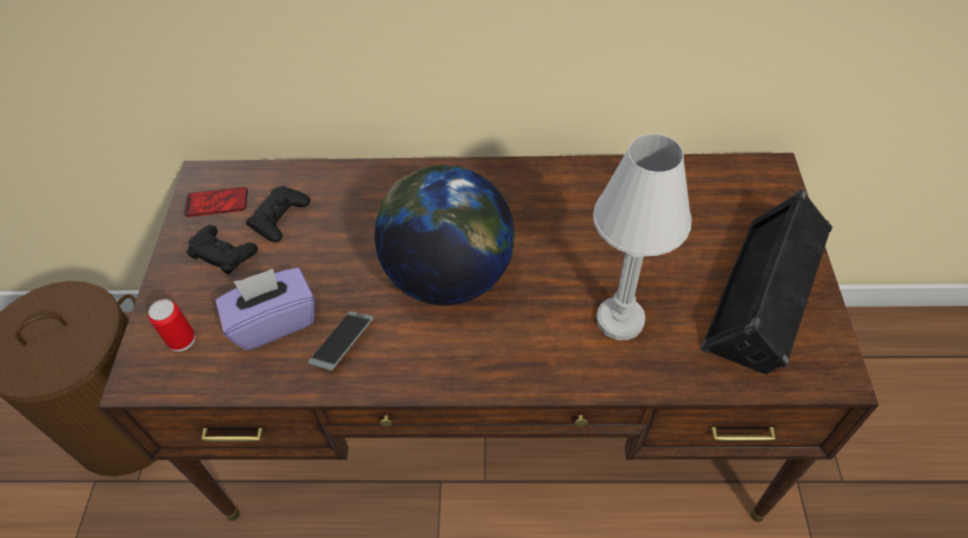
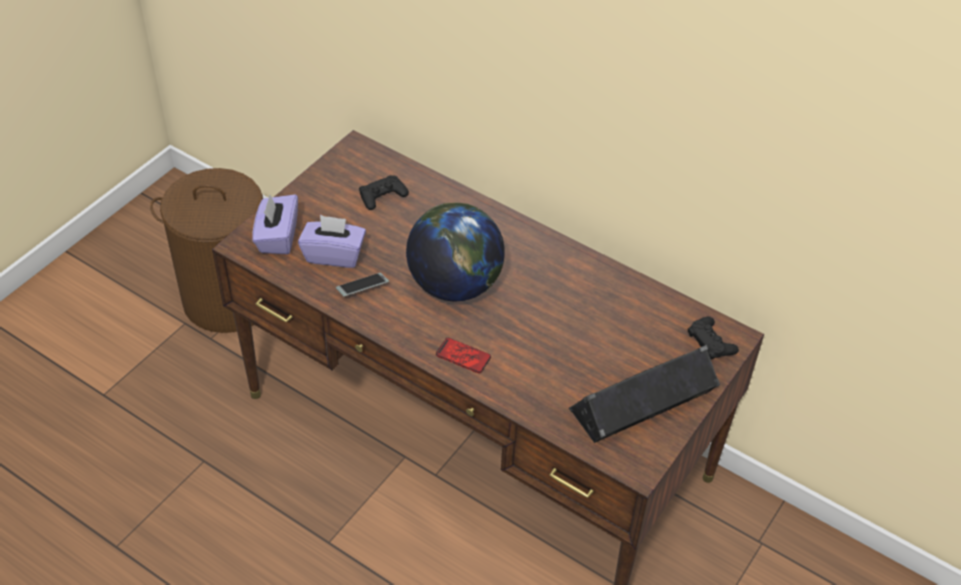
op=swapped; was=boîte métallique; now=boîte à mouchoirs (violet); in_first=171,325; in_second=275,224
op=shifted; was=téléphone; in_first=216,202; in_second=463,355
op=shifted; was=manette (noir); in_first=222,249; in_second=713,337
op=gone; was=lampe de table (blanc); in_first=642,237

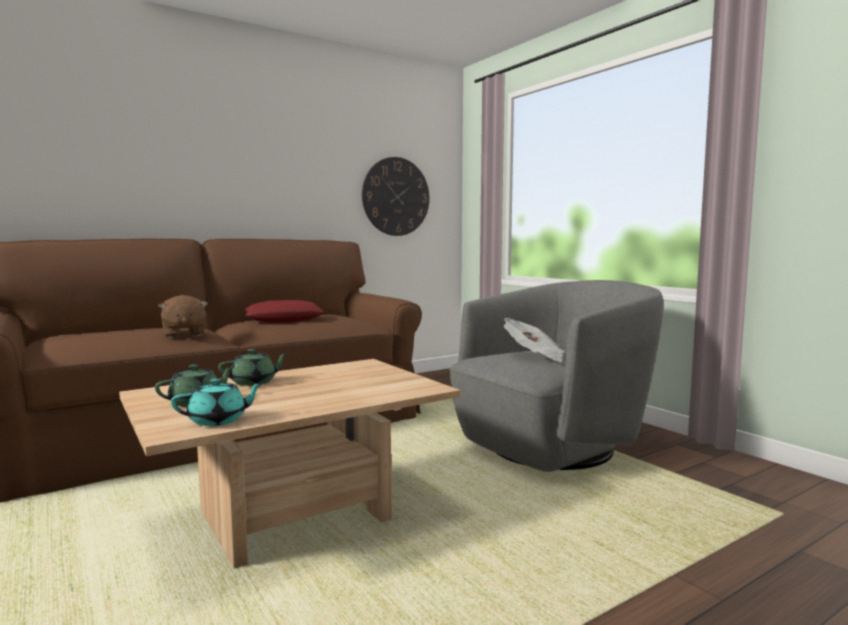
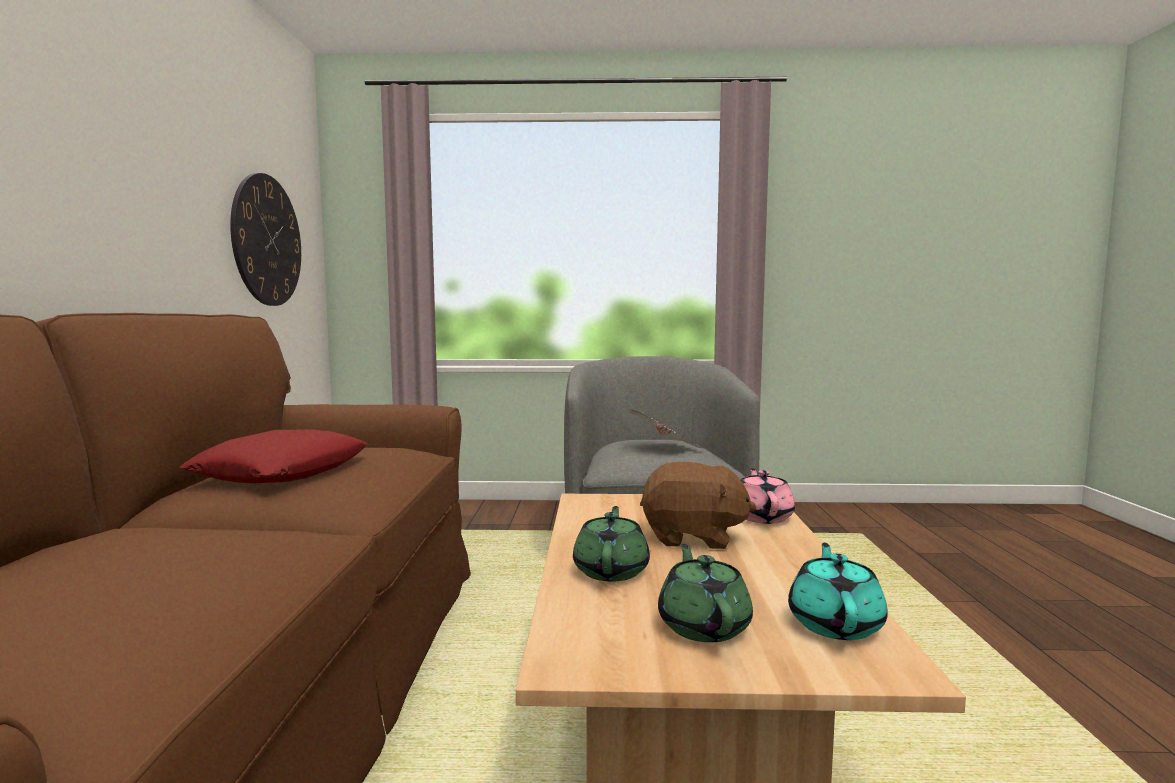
op=shifted; was=peluche (marron); in_first=183,316; in_second=698,505
op=new; now=théière (rose); in_second=768,496

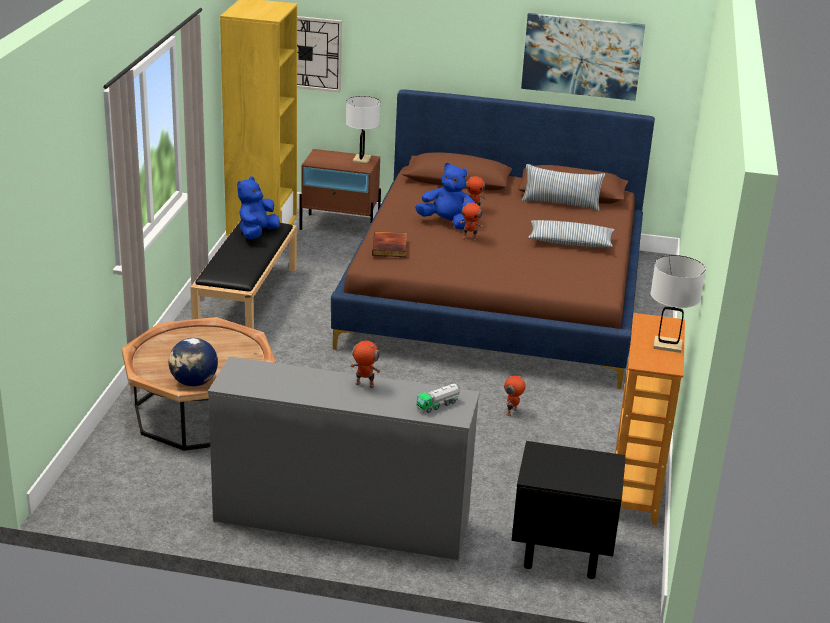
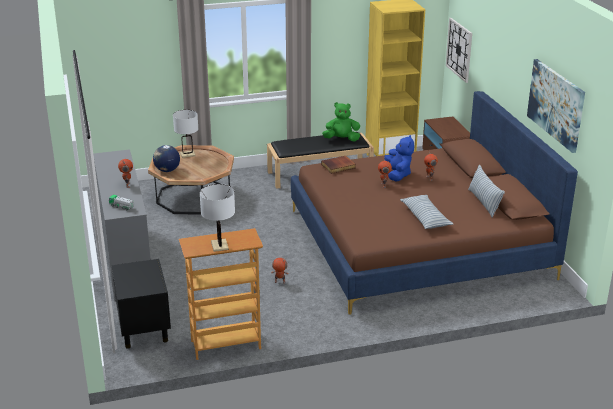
op=repainted; was=peluche (bleu); now=peluche (vert); in_first=258,208; in_second=341,121
op=shifted; was=lampe de table (blanc); in_first=363,130; in_second=185,134

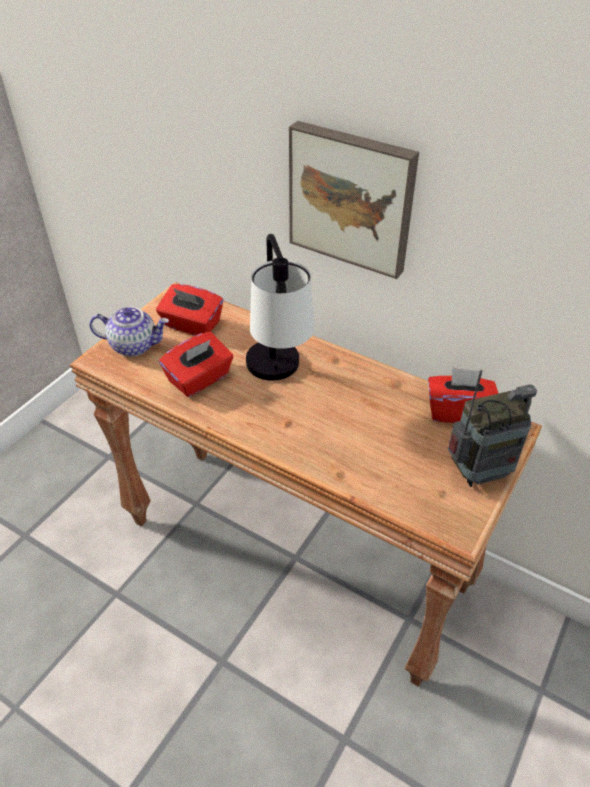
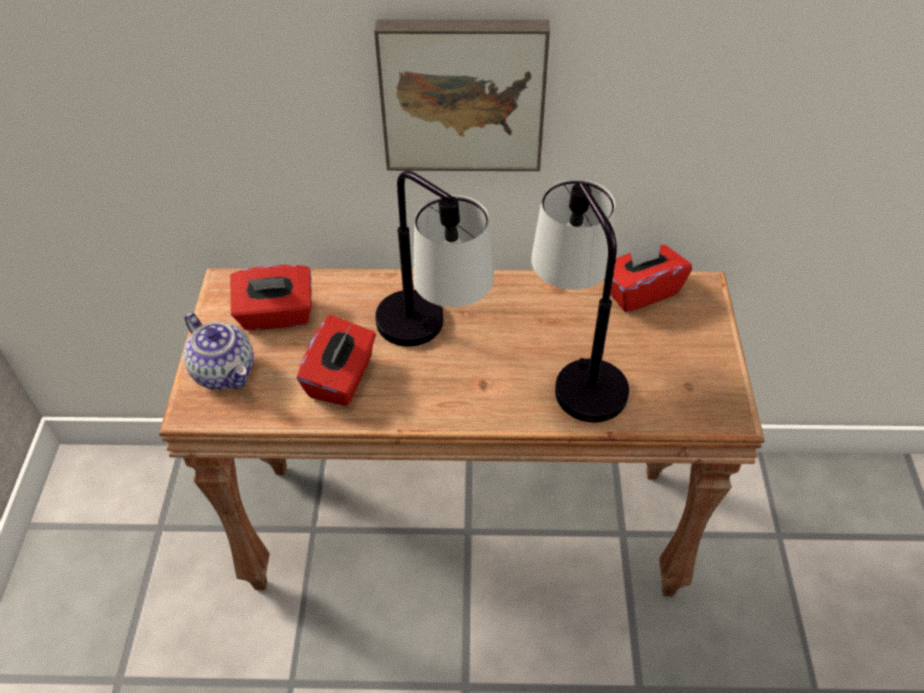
op=rotated; was=théière; in_first=129,331; in_second=219,351; clockwise=75
op=gone; was=radio; in_first=492,428
op=new; now=lampe de table; in_second=580,300

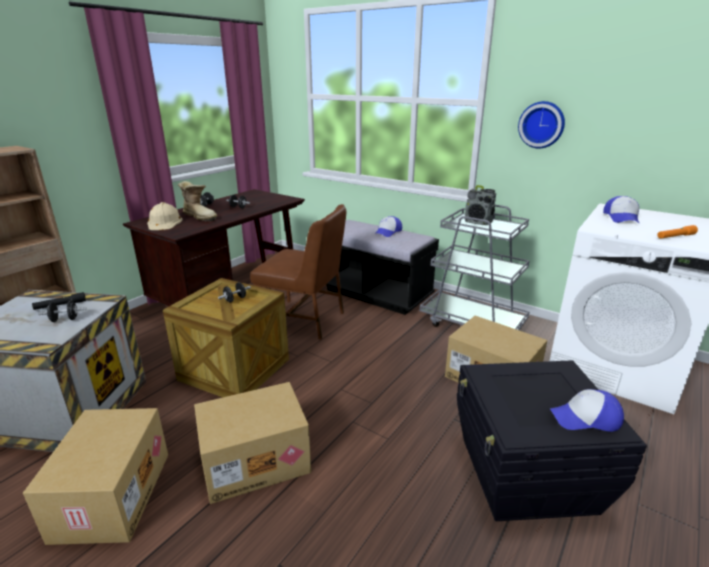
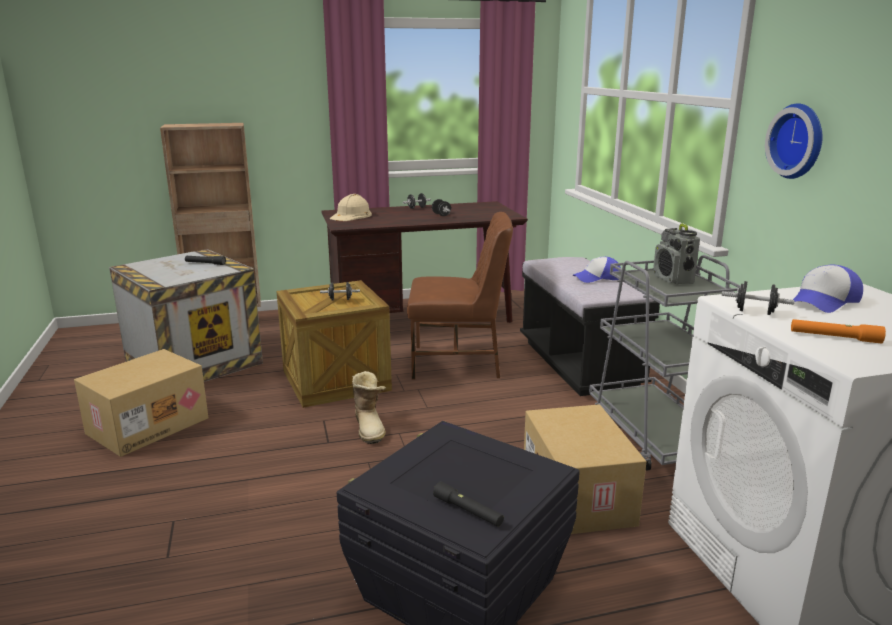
op=shifted; was=haltère (noir); in_first=62,311; in_second=758,298
op=shifted; was=botte; in_first=197,201; in_second=369,407
op=gone; was=carton; in_first=252,443
op=rotated; was=chaise (marron); in_first=298,272; in_second=460,295; clockwise=-60
op=swapped; was=casquette; now=lampe de poche (noir); in_first=587,410; in_second=468,504

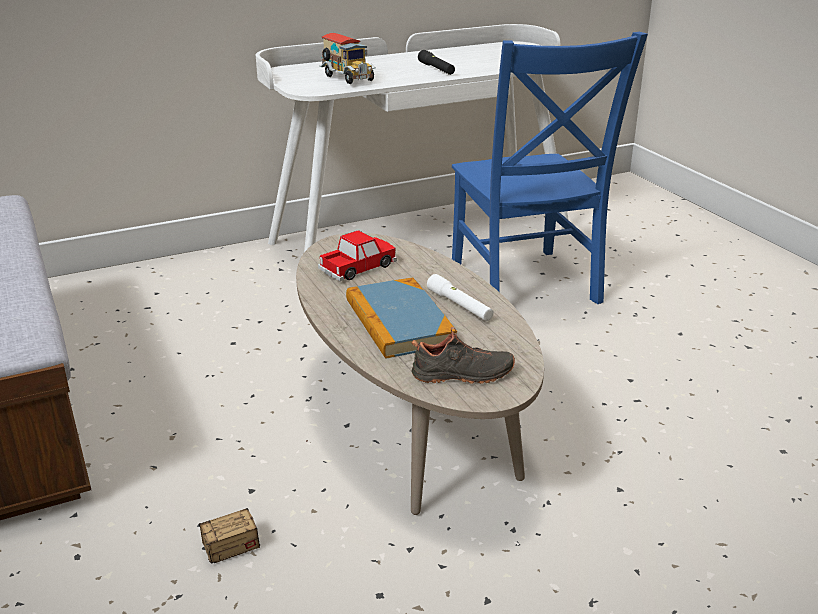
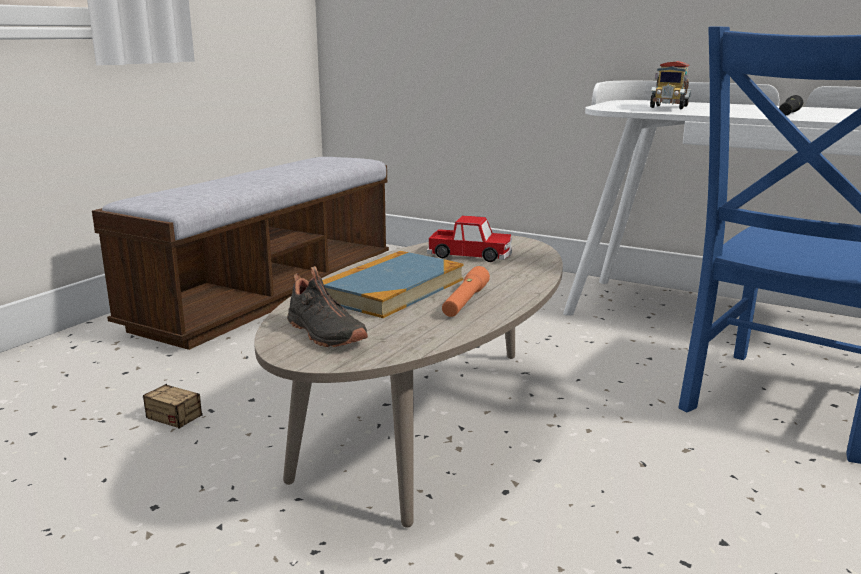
op=repainted; was=lampe de poche (blanc); now=lampe de poche (orange); in_first=460,297; in_second=466,291

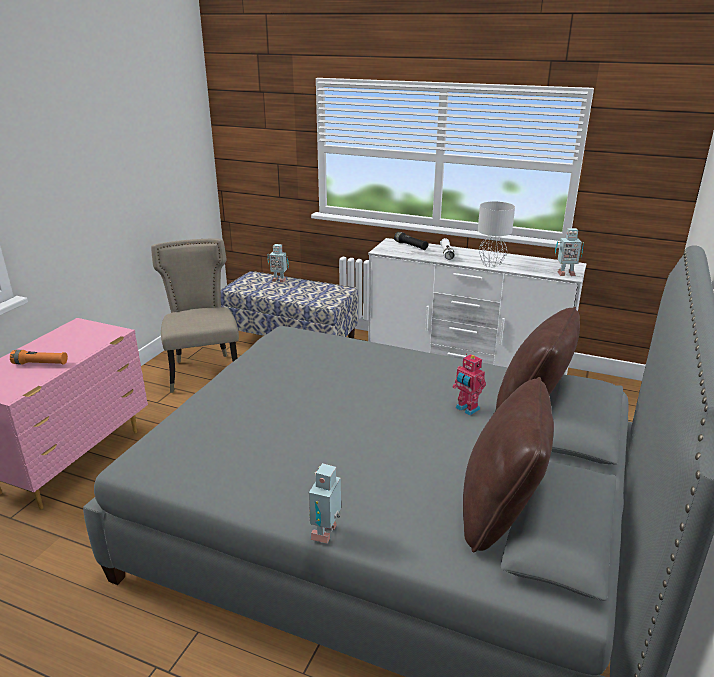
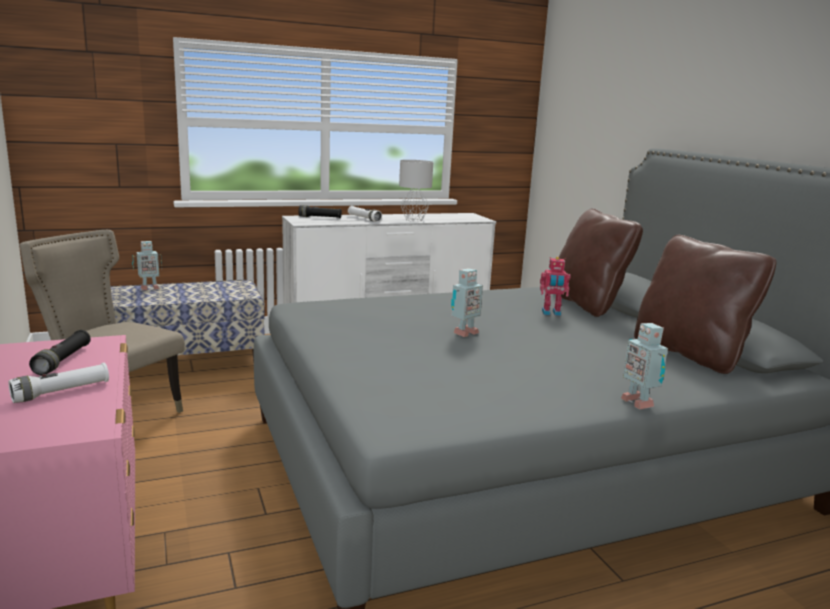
op=repainted; was=lampe de poche (orange); now=lampe de poche (blanc); in_first=39,357; in_second=58,383
op=shifted; was=robot jouet; in_first=569,252; in_second=467,302
op=new; now=lampe de poche (noir); in_second=60,352

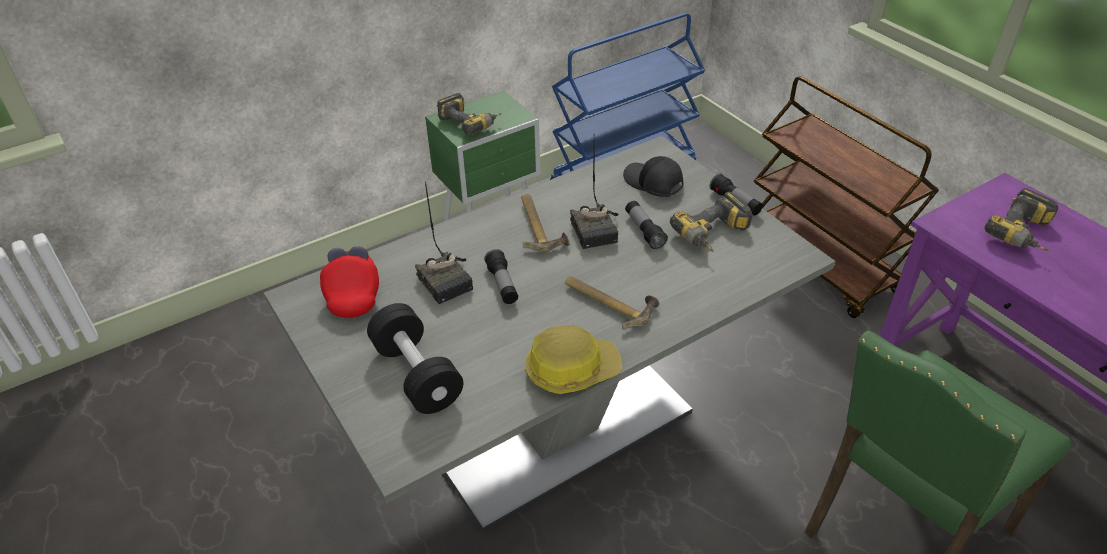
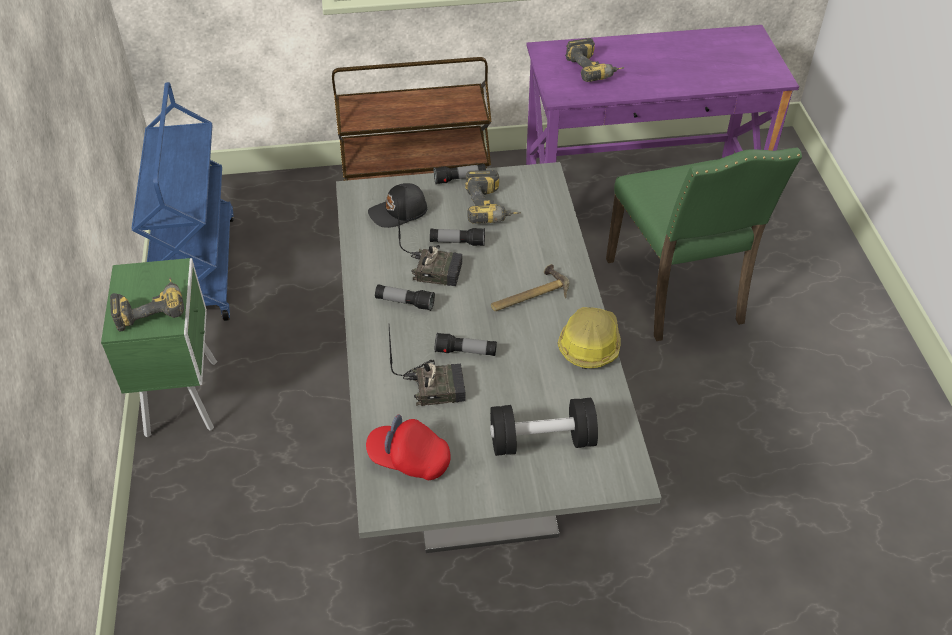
op=swapped; was=marteau; now=lampe de poche; in_first=545,223; in_second=405,297

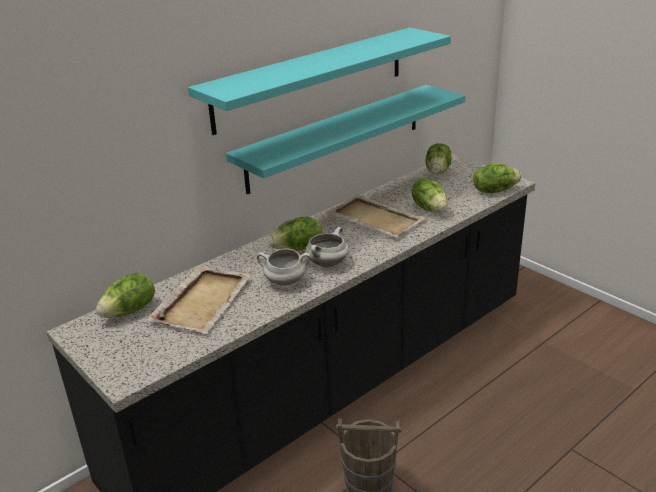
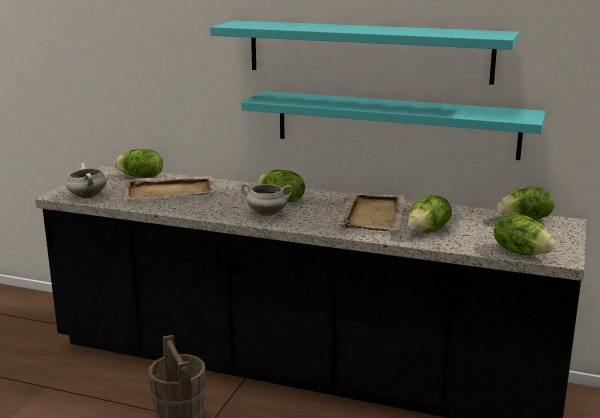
op=shifted; was=marmite (blanc); in_first=284,267; in_second=86,181

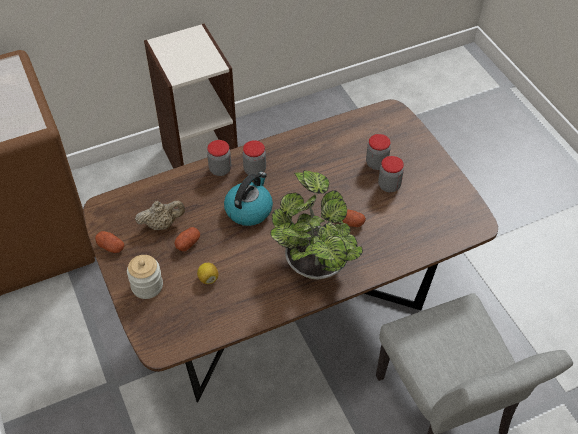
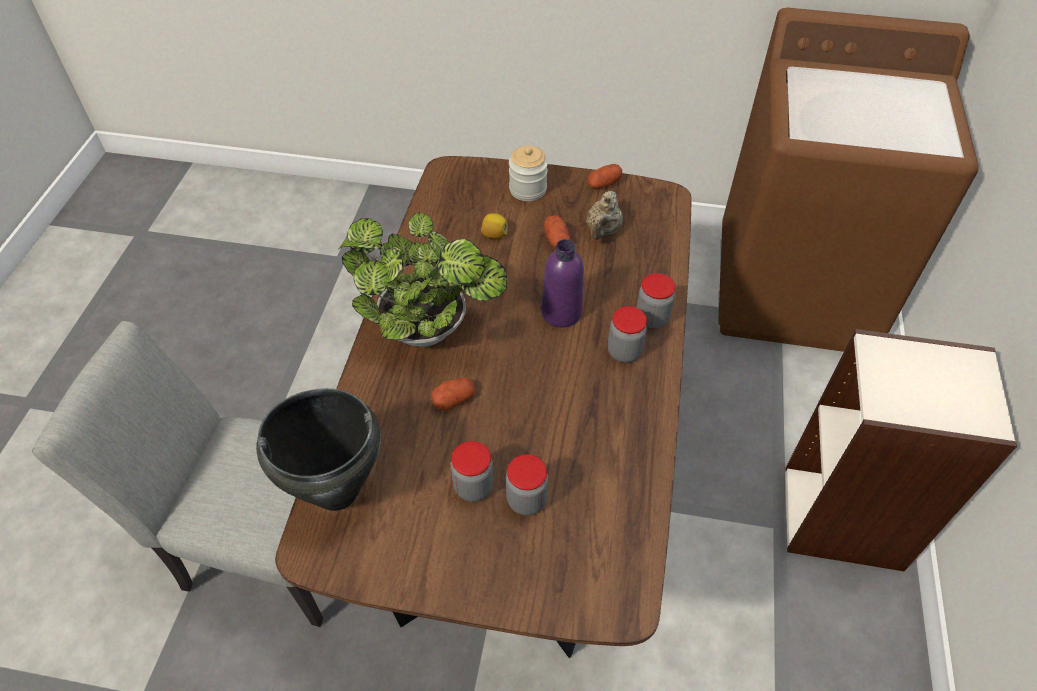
op=swapped; was=bouilloire; now=bouteille (violet); in_first=248,199; in_second=562,283
op=new; now=marmite (noir); in_second=318,449

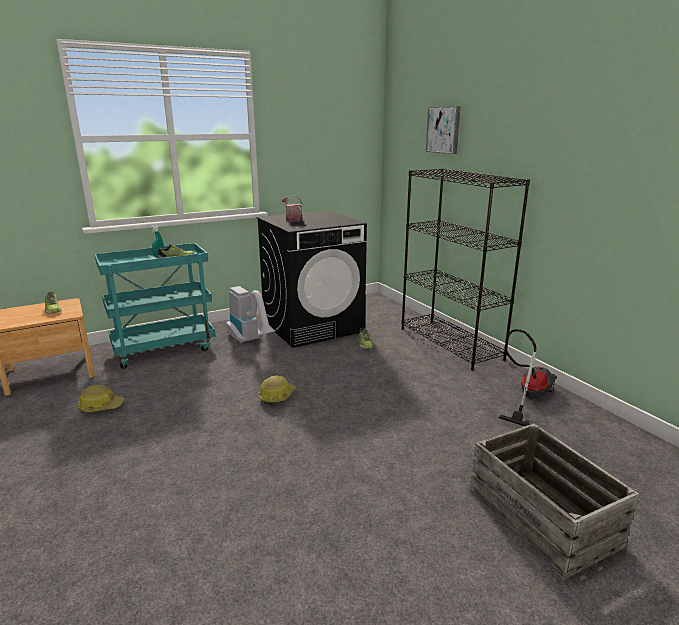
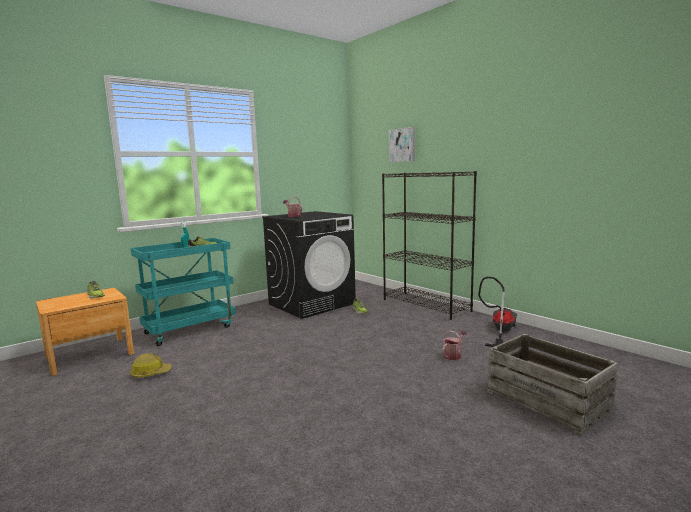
op=gone; was=aspirateur; in_first=251,314
op=gone; was=casque de chantier; in_first=277,389
op=new; now=arrosoir; in_second=454,345

